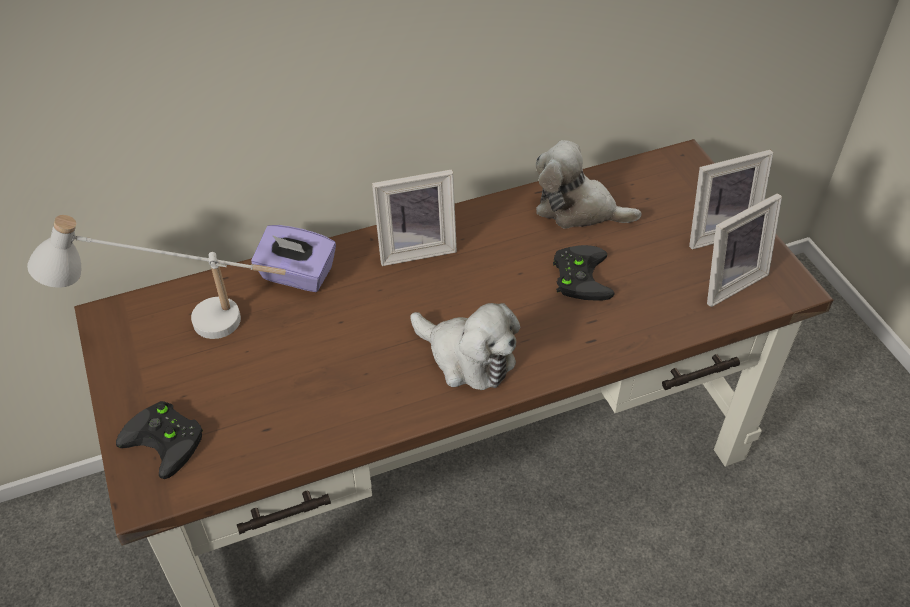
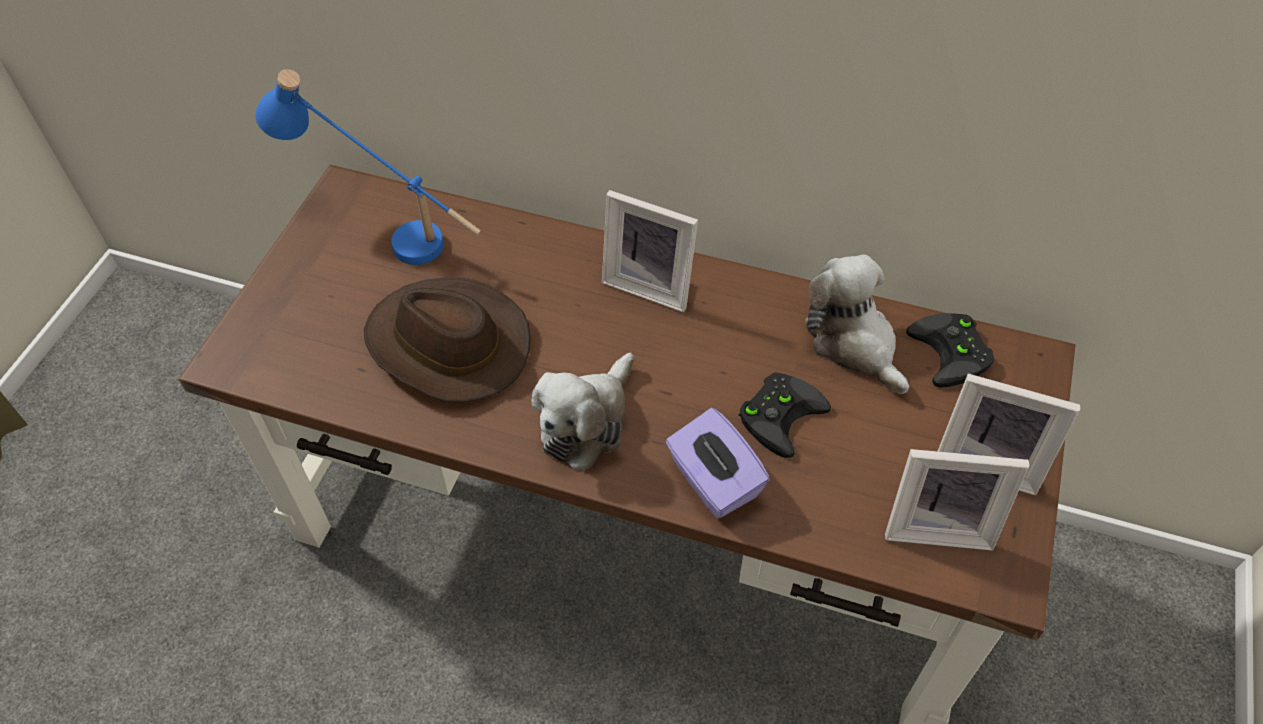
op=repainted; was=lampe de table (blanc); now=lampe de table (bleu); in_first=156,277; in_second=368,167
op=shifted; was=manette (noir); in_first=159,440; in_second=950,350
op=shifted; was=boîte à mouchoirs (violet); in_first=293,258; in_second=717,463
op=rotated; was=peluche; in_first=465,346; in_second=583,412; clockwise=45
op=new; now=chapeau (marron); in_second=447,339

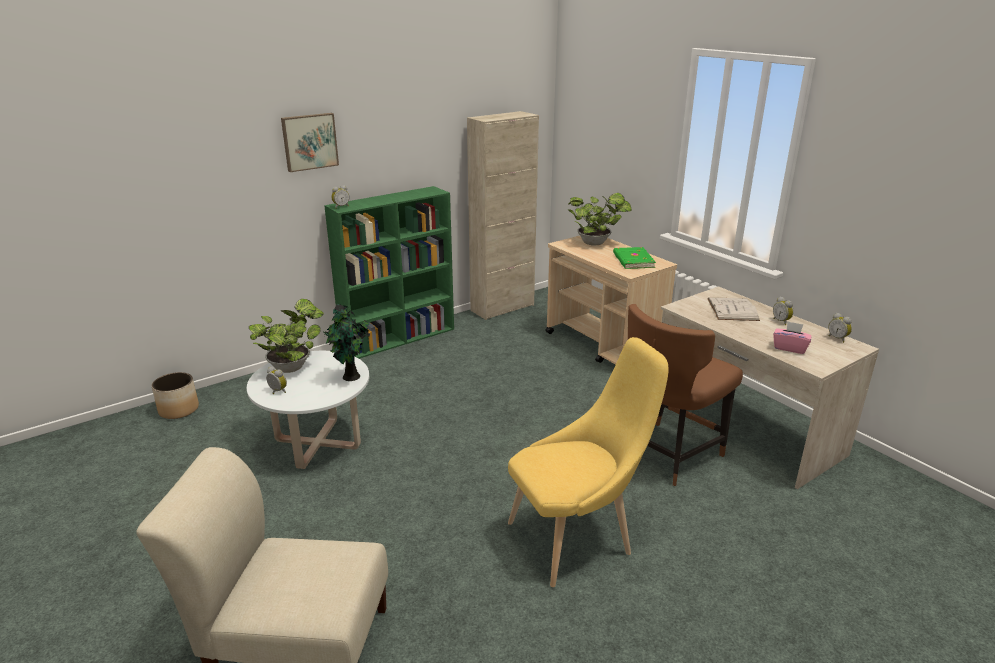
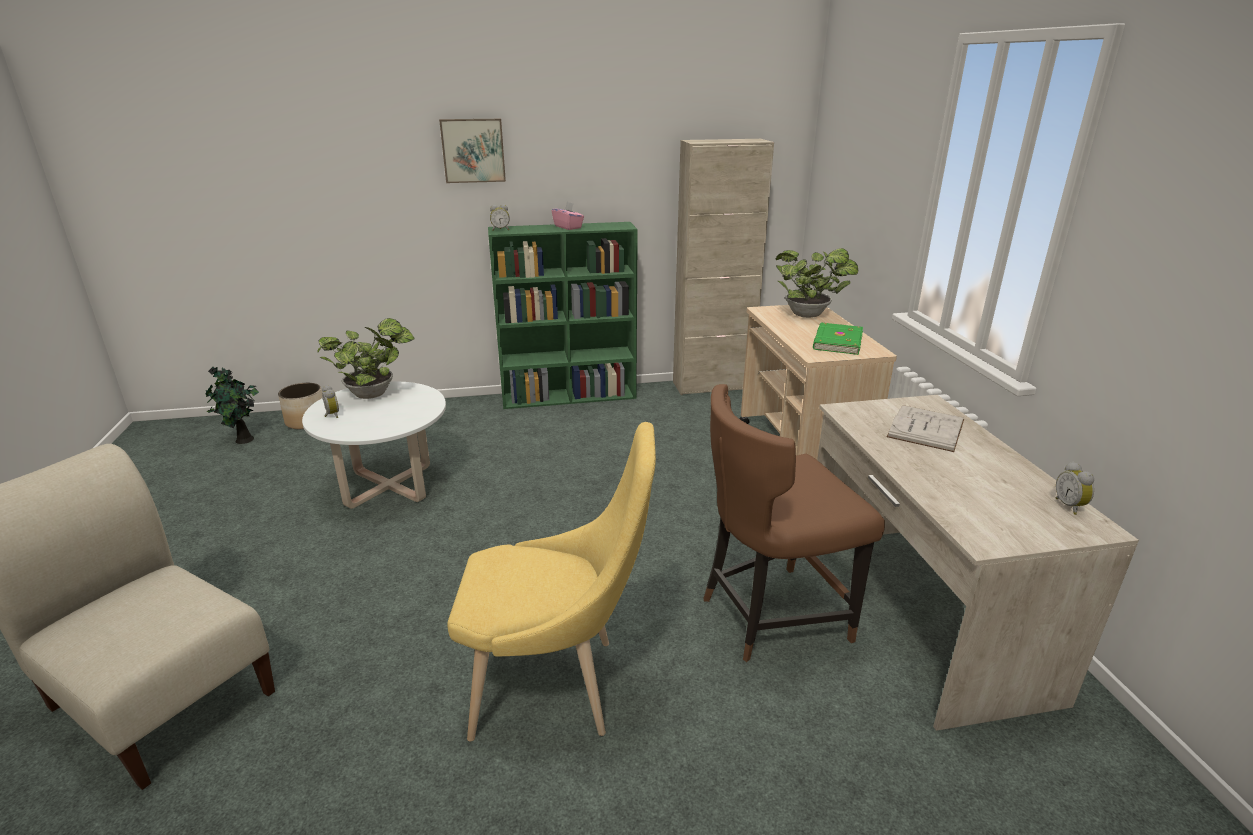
op=shifted; was=plante en pot; in_first=346,342; in_second=232,405
op=gone; was=réveil; in_first=783,311
op=shifted; was=boîte à mouchoirs (rose); in_first=792,337; in_second=568,216

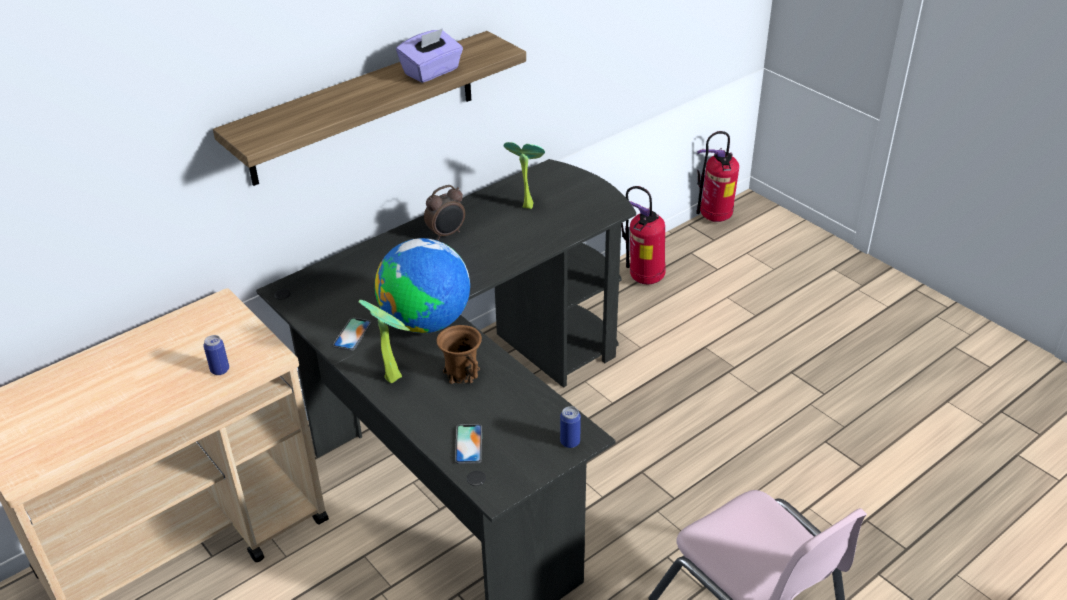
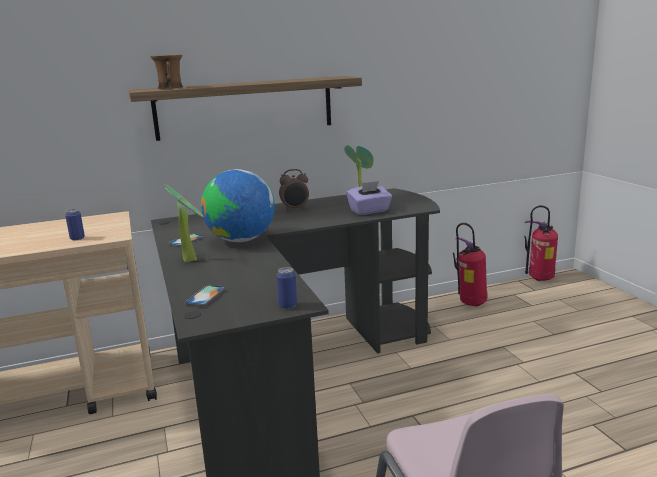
op=shifted; was=boîte à mouchoirs (violet); in_first=429,55; in_second=369,198
op=shifted; was=mug (marron); in_first=459,354; in_second=166,72

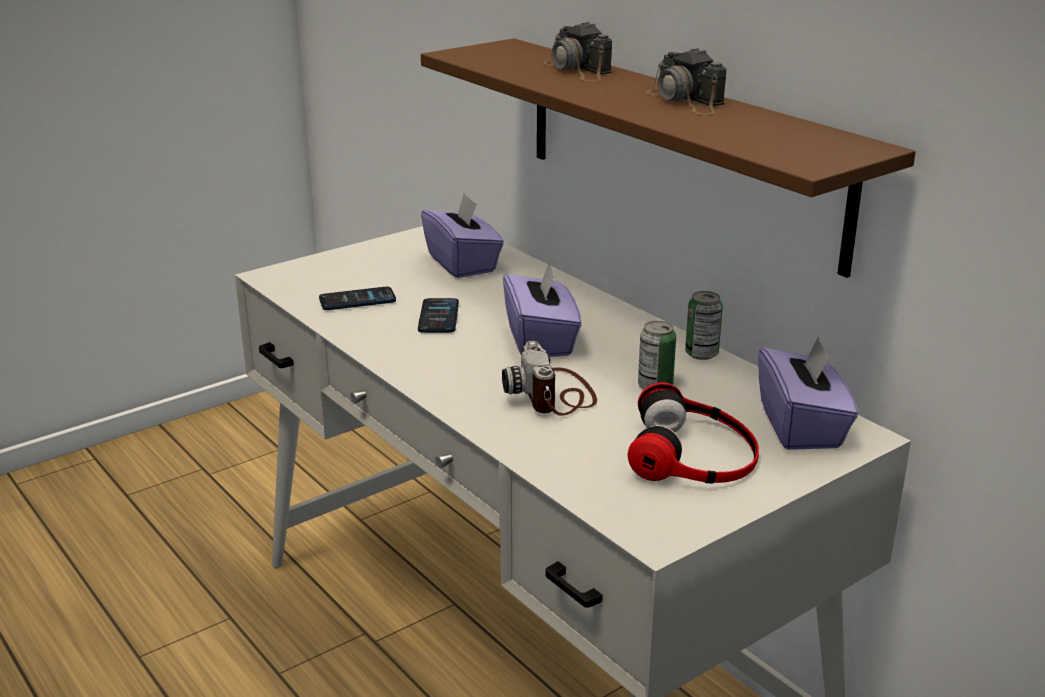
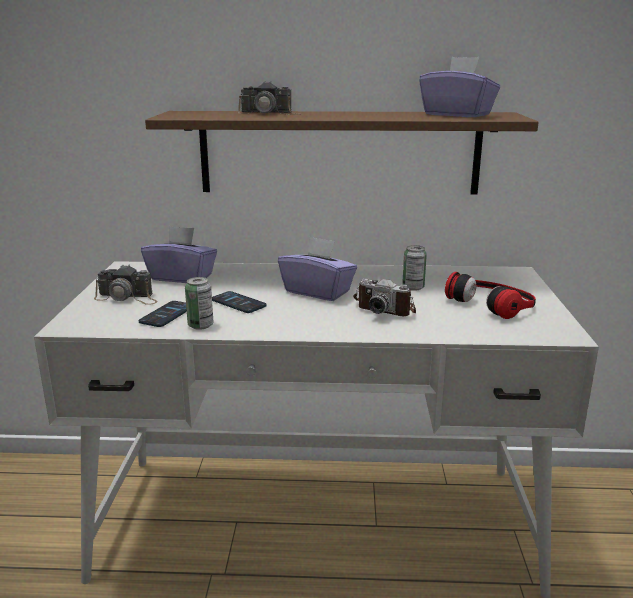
op=shifted; was=appareil photo; in_first=686,81; in_second=126,284
op=shifted; was=boîte métallique; in_first=704,325; in_second=199,303
op=shifted; was=boîte à mouchoirs (violet); in_first=808,392; in_second=459,87

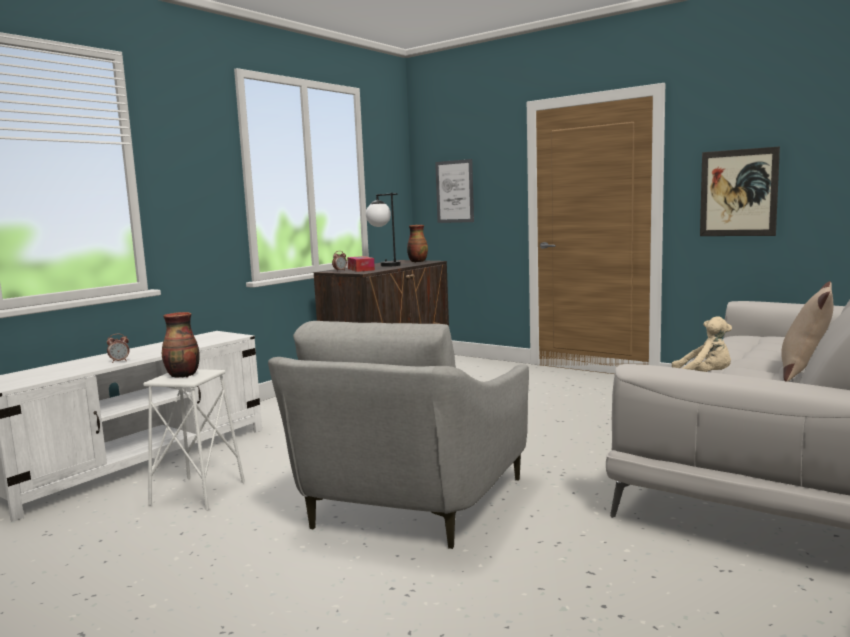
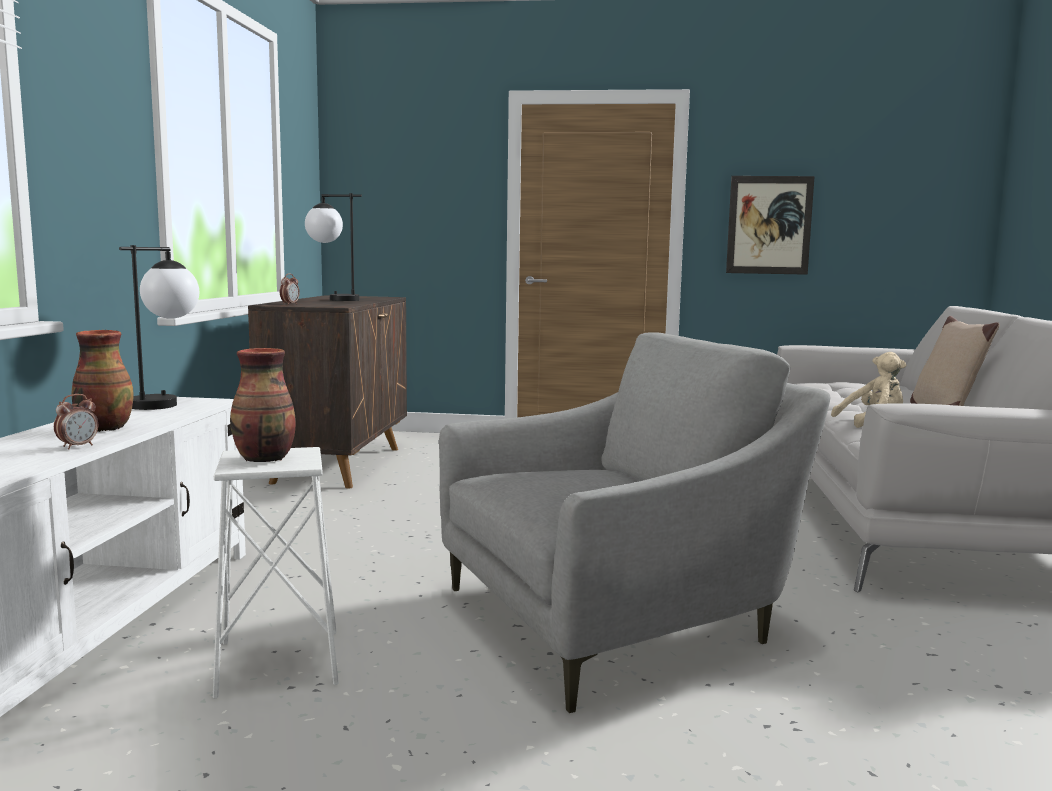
op=rotated; was=fauteuil (gris); in_first=398,435; in_second=634,522; clockwise=-105
op=gone; was=boîte à mouchoirs; in_first=361,264
op=shifted; was=vase; in_first=417,243; in_second=102,381
op=gone; was=tableau; in_first=454,191
op=new; now=lampe de table; in_second=159,327

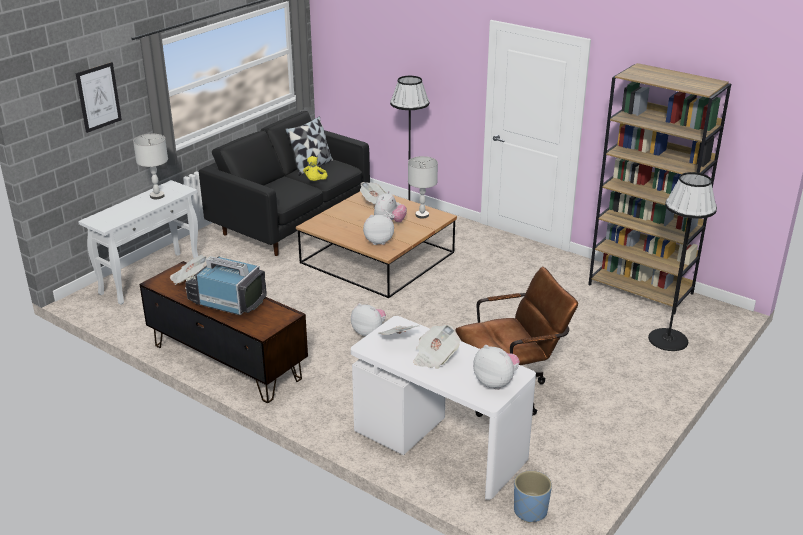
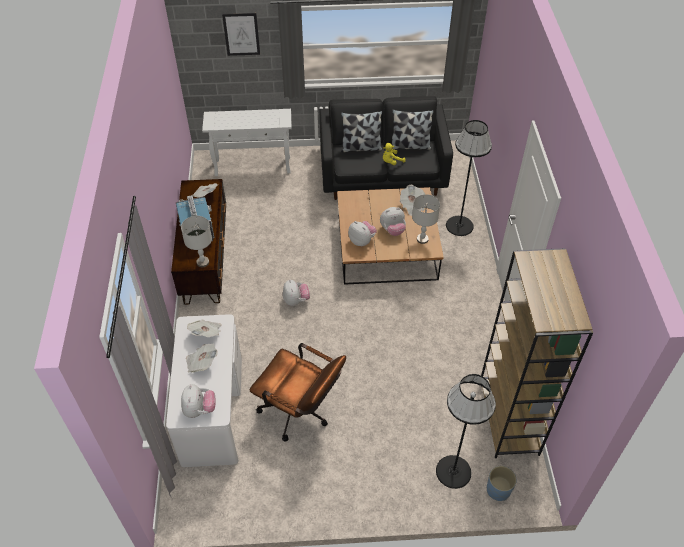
op=shifted; was=lampe de table (gris); in_first=150,166; in_second=196,241
op=shifted; was=cache-pot (bleu); in_first=533,497; in_second=502,483
op=new; now=coussin; in_second=362,131

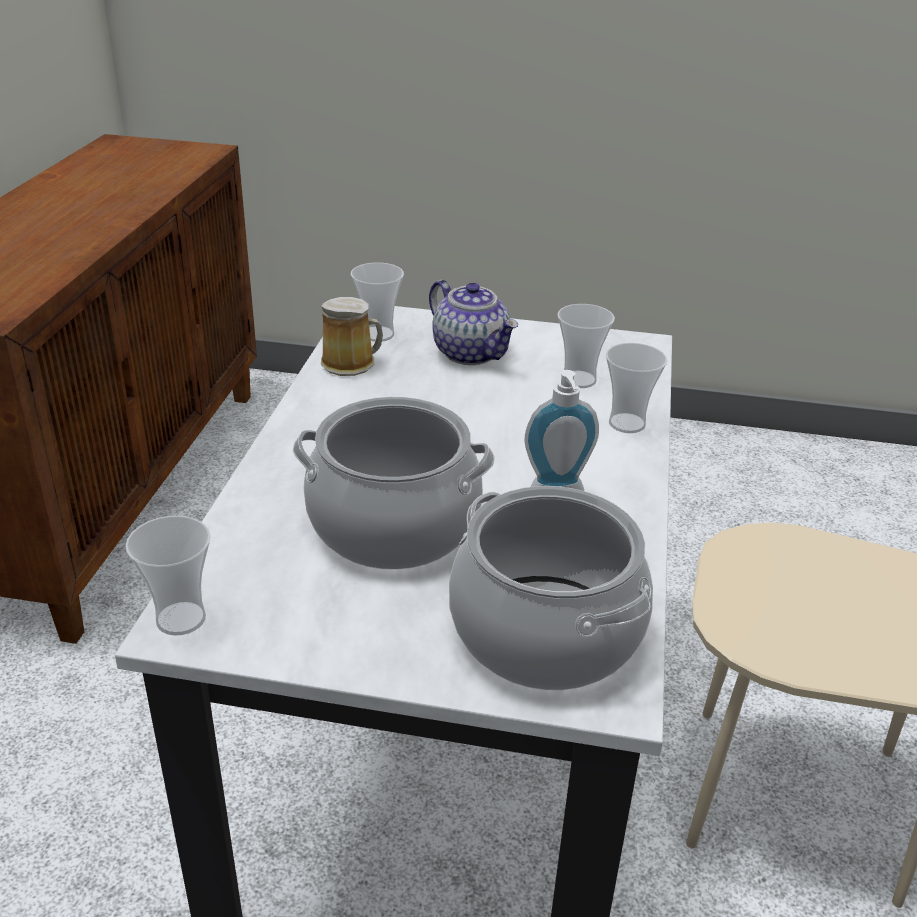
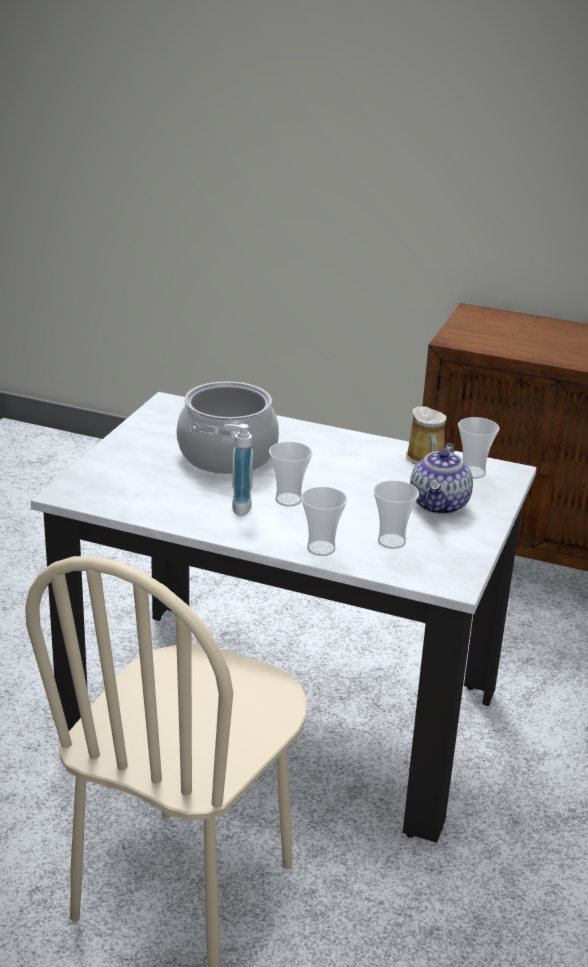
op=shifted; was=tasse; in_first=168,575; in_second=290,474
op=rotated; was=théière; in_first=473,322; in_second=441,478; clockwise=-45
op=gone; was=marmite; in_first=551,588

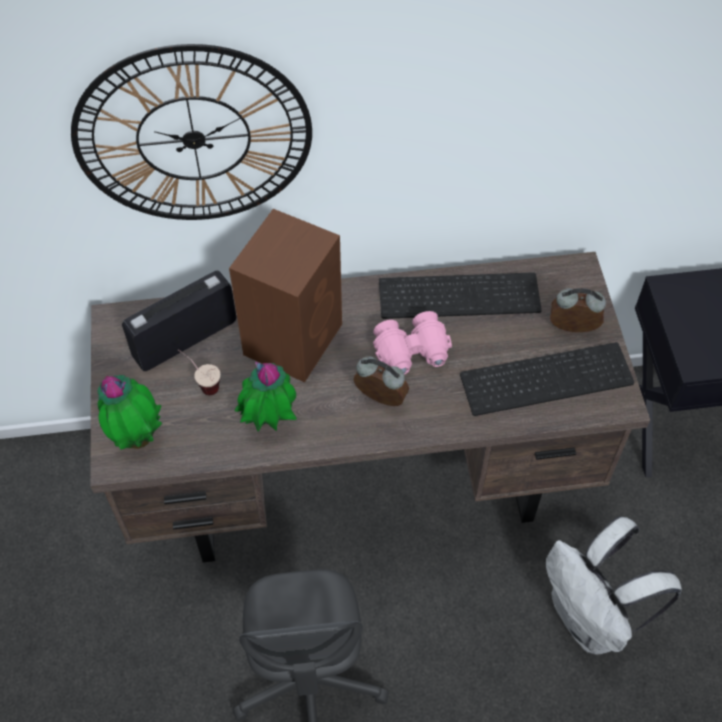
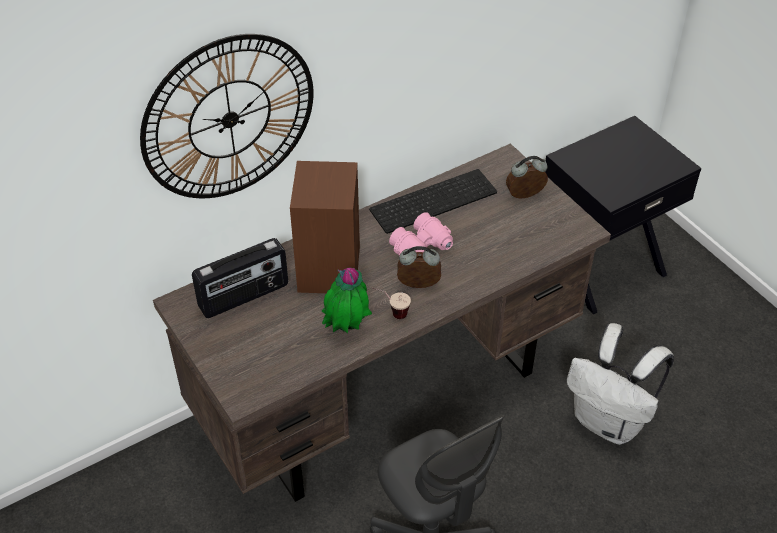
op=gone; was=plante en pot; in_first=130,412
op=rotated; was=radio; in_first=179,321; in_second=240,278; clockwise=-150
op=shifted; was=tasse; in_first=199,372; in_second=391,303
op=gone; was=clavier; in_first=547,379

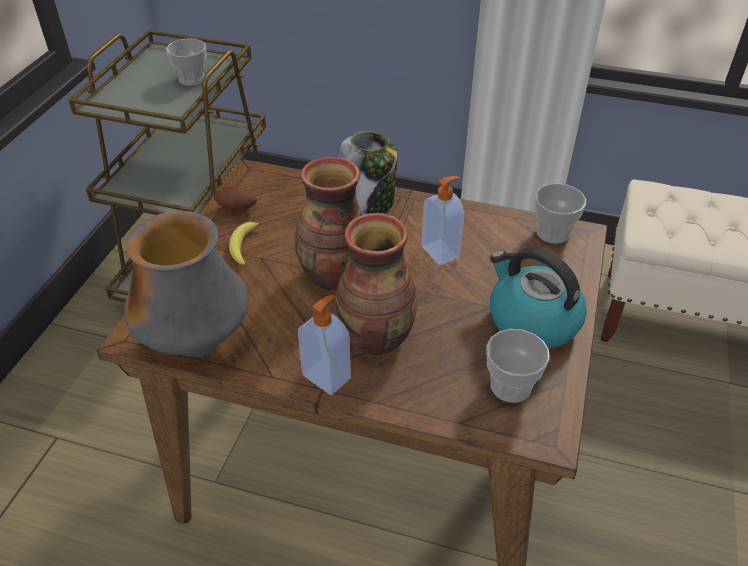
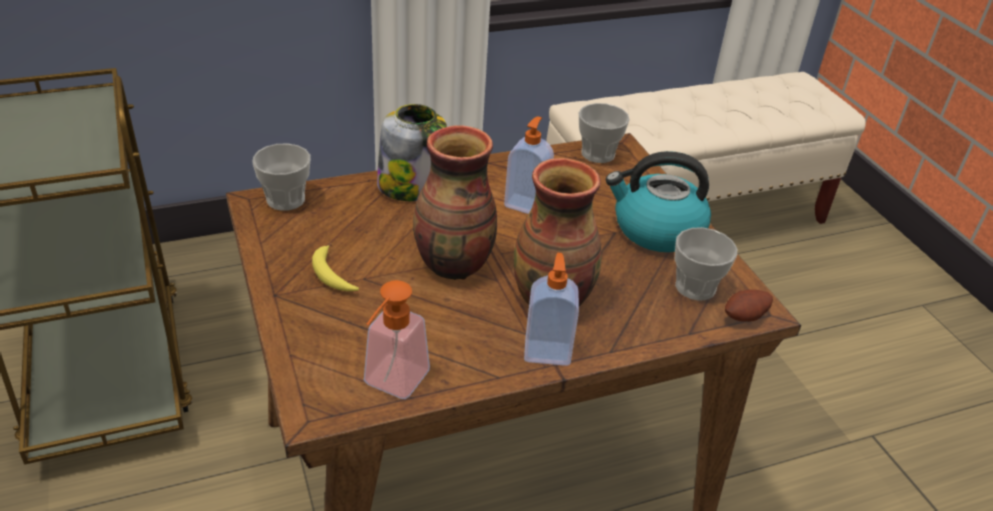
op=swapped; was=vase; now=distributeur de savon; in_first=186,284; in_second=397,339
op=shifted; was=tasse; in_first=186,62; in_second=281,177
op=shifted; was=pomme de terre; in_first=235,198; in_second=749,305

